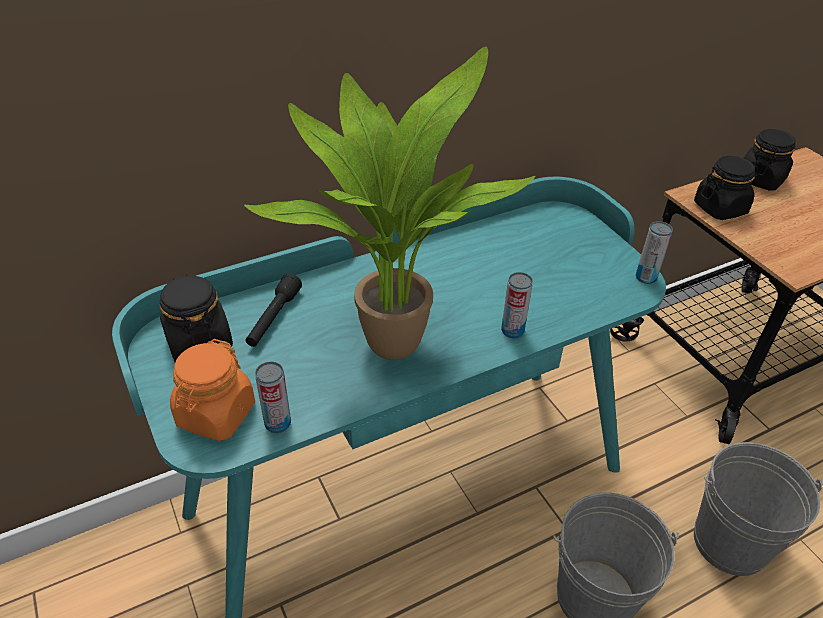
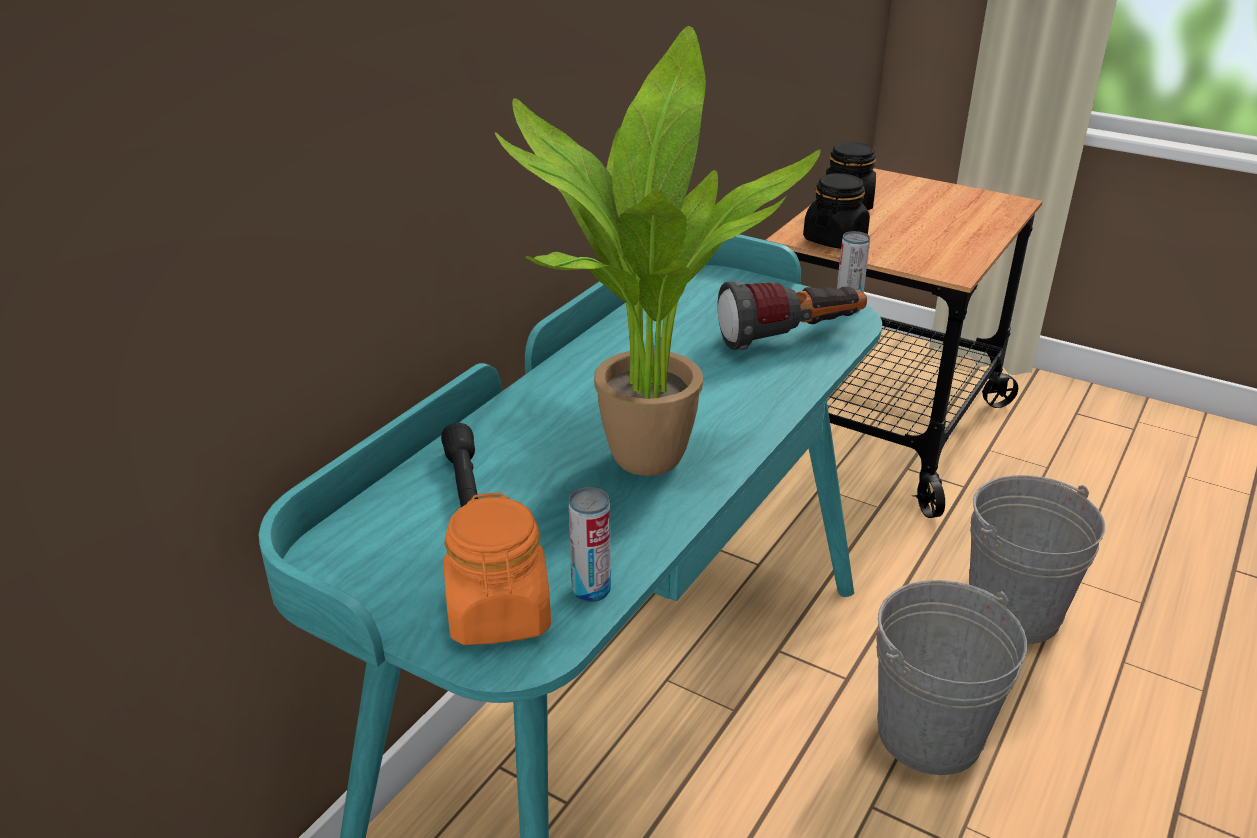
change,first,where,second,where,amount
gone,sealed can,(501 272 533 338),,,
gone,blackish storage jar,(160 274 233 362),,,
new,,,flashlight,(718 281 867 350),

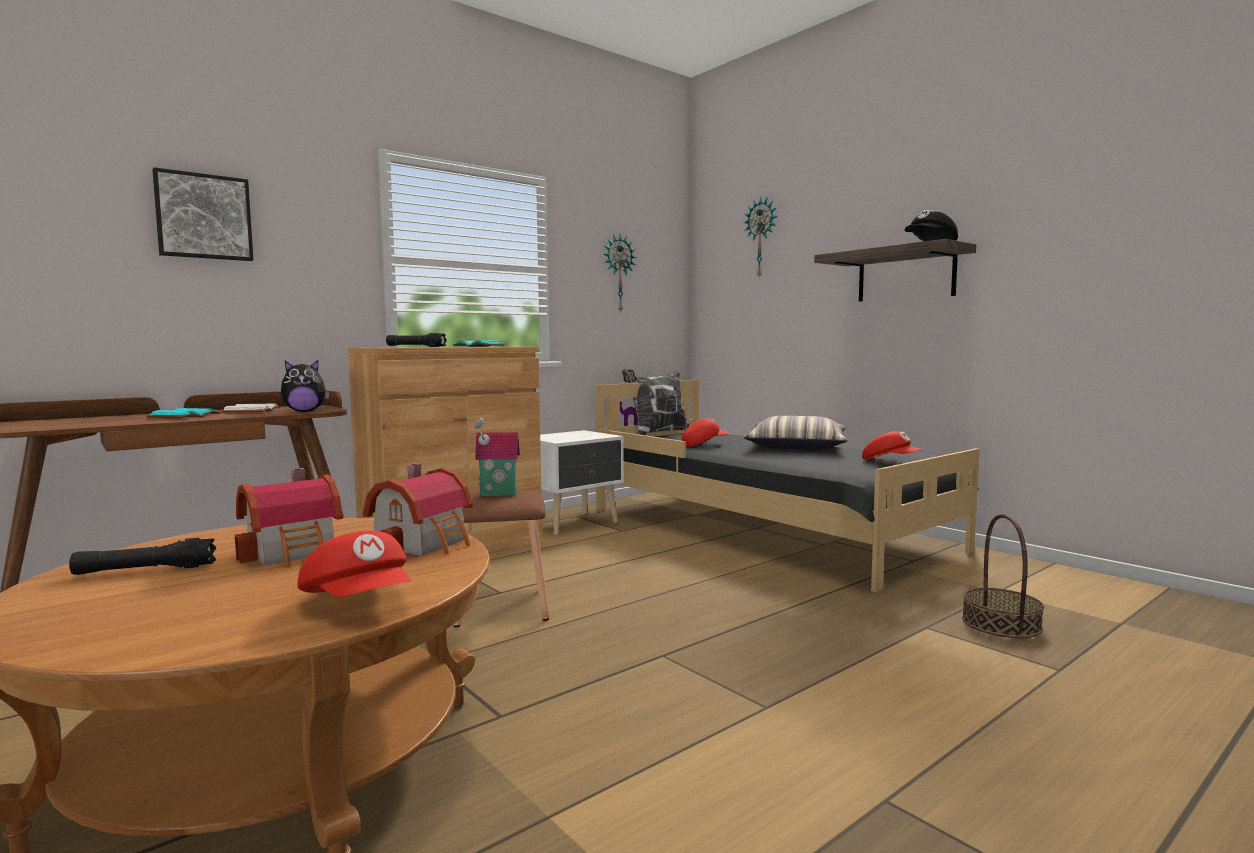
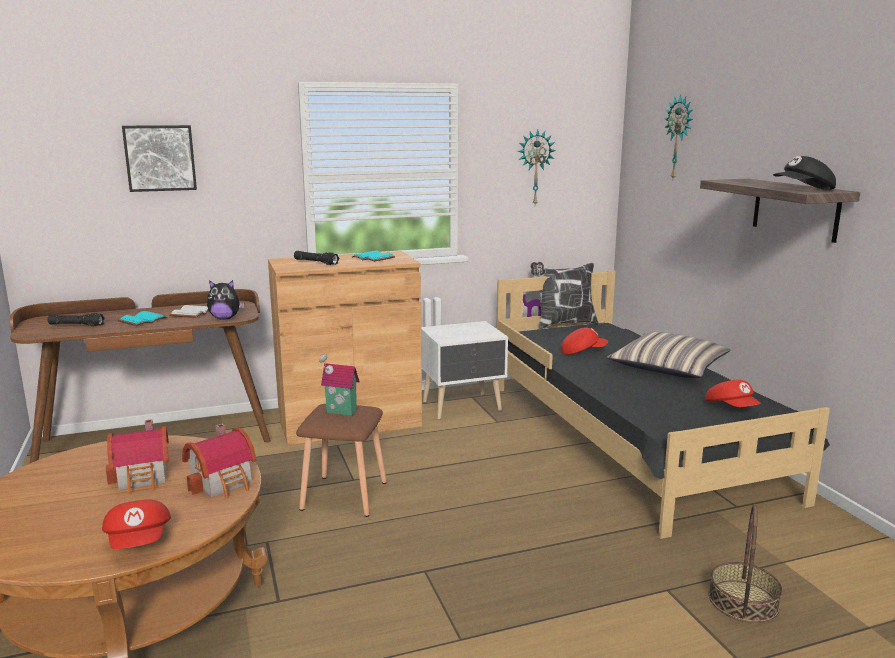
change,first,where,second,where,amount
shifted,blackish flashlight,(69 538 216 575),,(48 313 105 326),

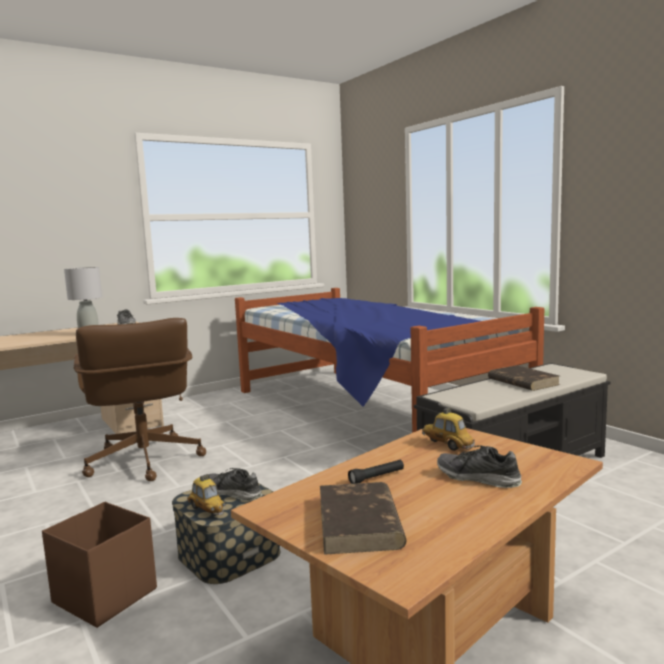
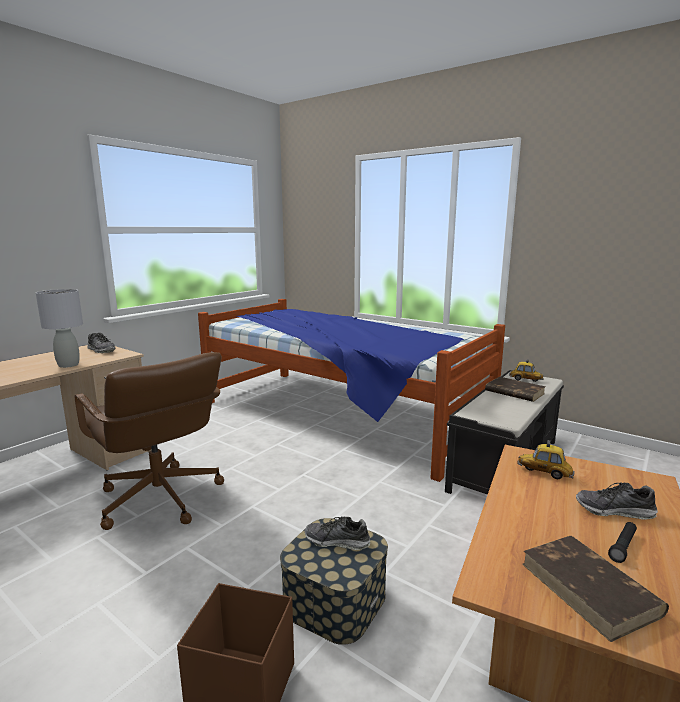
change,first,where,second,where,amount
shifted,blackish flashlight,(348 460 404 484),,(608 522 637 563),
shifted,toy car,(187 474 226 516),,(509 359 544 382),

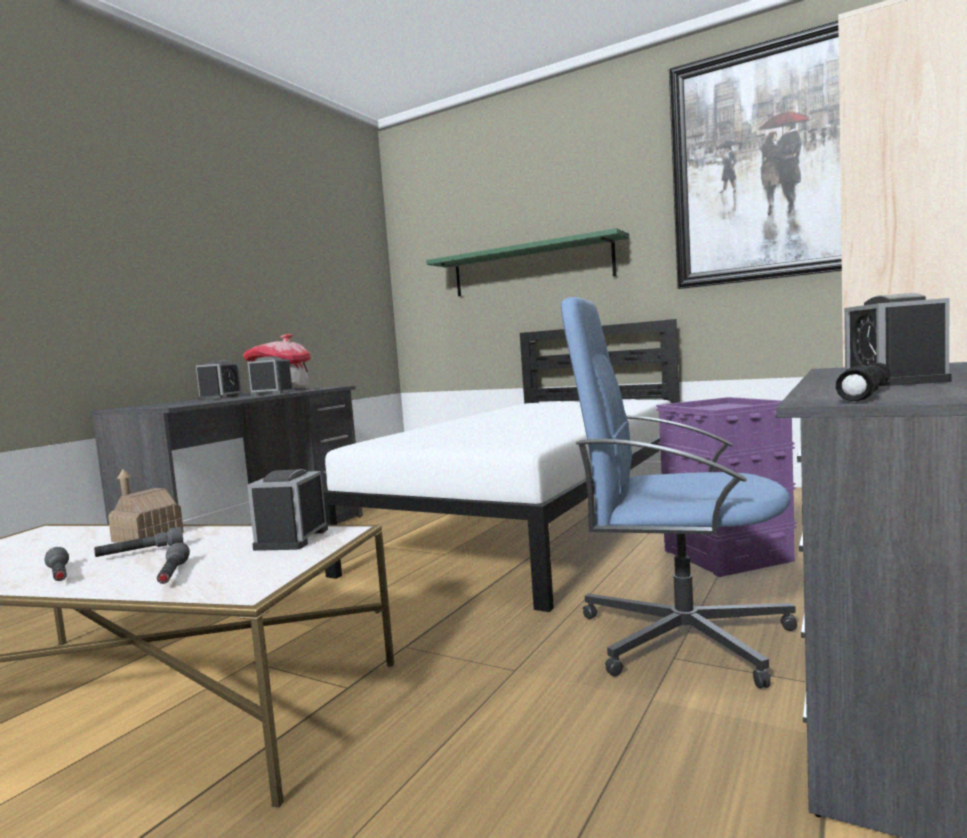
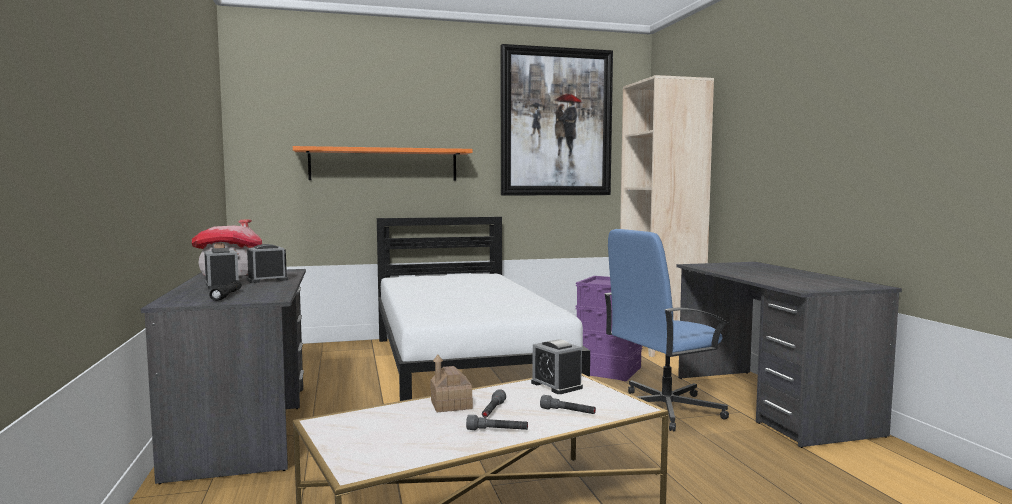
change,first,where,second,where,amount
repainted,green-coloured bracket shelf,(426 228 629 296),orange-coloured bracket shelf,(293 146 473 181),
gone,alarm clock,(844 293 951 386),,,
shifted,blackish flashlight,(836 363 891 401),,(209 280 242 301),

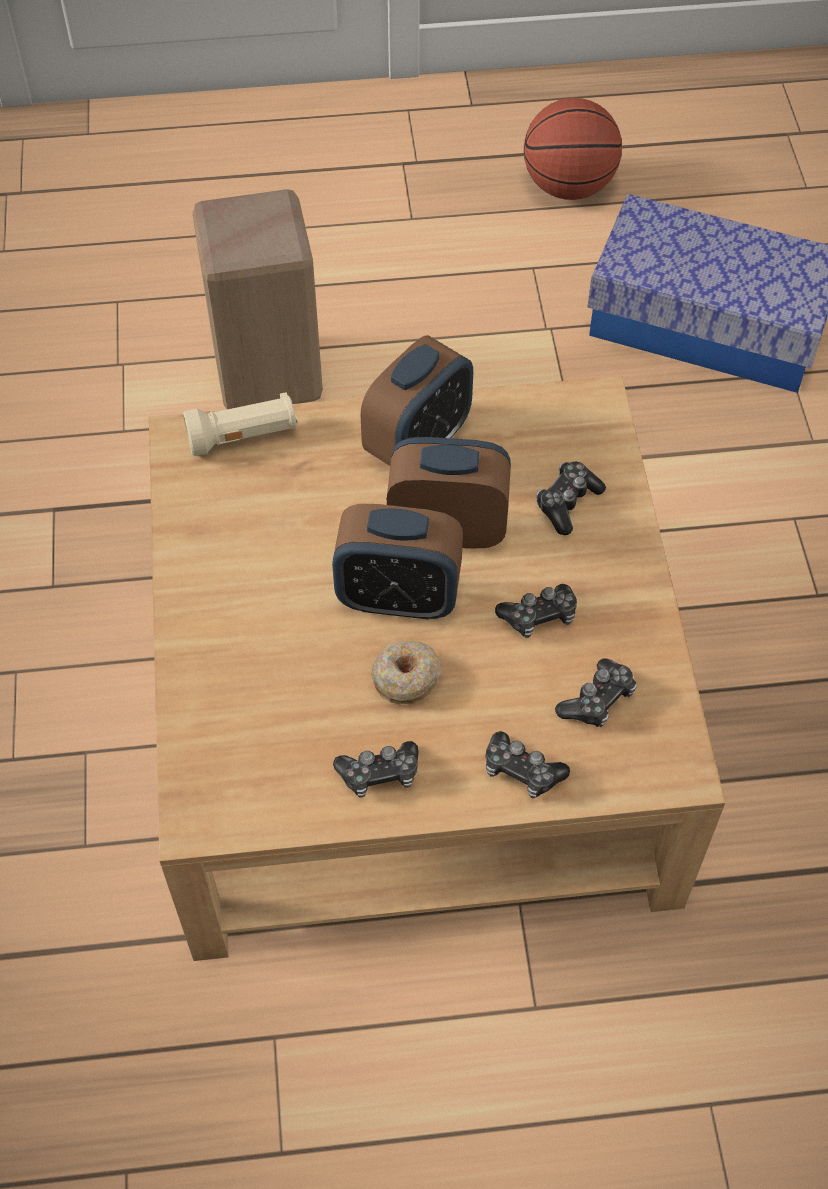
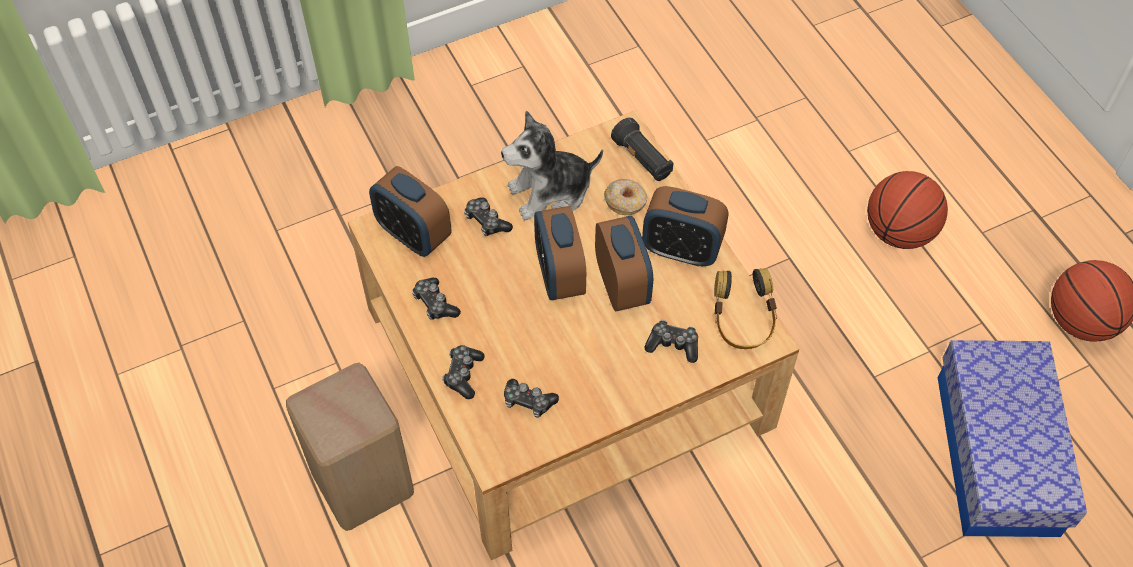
change,first,where,second,where,amount
shifted,sand-coloured stool seat,(192 189 323 409),,(286 363 414 531),
repainted,sand-coloured flashlight,(183 392 298 456),blackish flashlight,(611 118 673 181),
shifted,gamepad,(495 584 577 638),,(464 197 513 236),
shifted,donut,(371 641 441 704),,(604 179 647 215),
new,,,soft toy,(501 111 603 220),
new,,,alarm clock,(369 166 452 257),
new,,,basketball ball,(867 171 948 249),
new,,,headphones,(714 268 777 349),

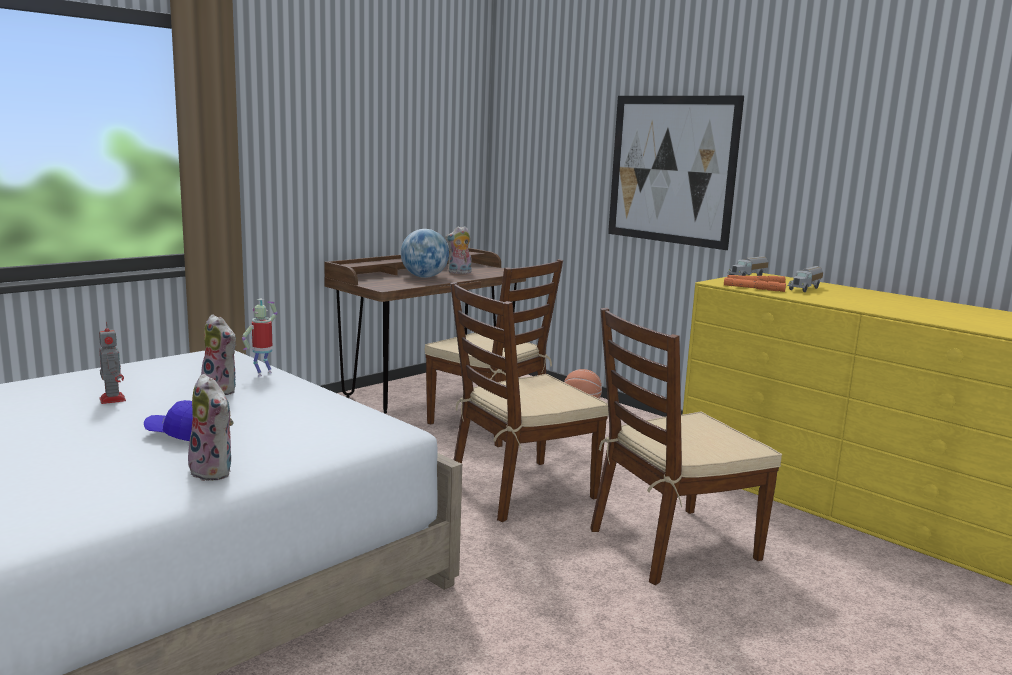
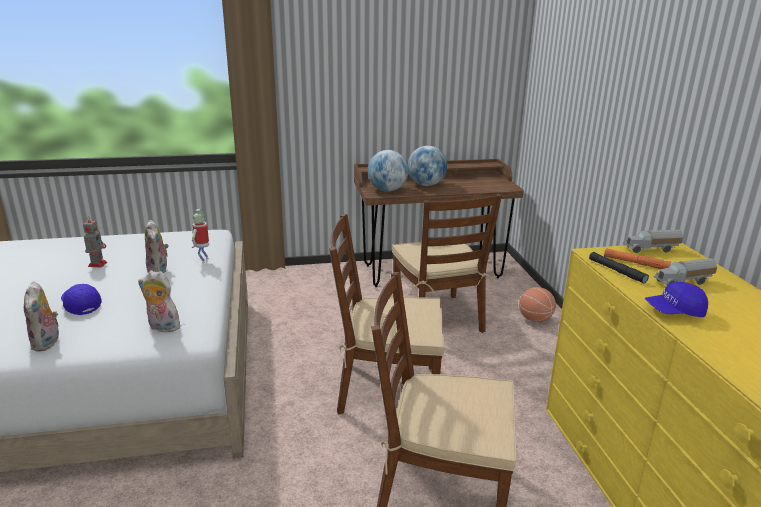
change,first,where,second,where,amount
gone,wall picture,(608 96 744 250),,,
shifted,soft toy,(445 226 472 274),,(138 270 182 333),
repainted,orange-coloured flashlight,(724 277 786 292),blackish flashlight,(589 252 649 283),
rotated,robot figure,(242 299 277 377),,(192 209 209 263),60 degrees counterclockwise
new,,,world globe,(368 150 409 191),
new,,,blue peaked cap,(645 282 708 317),

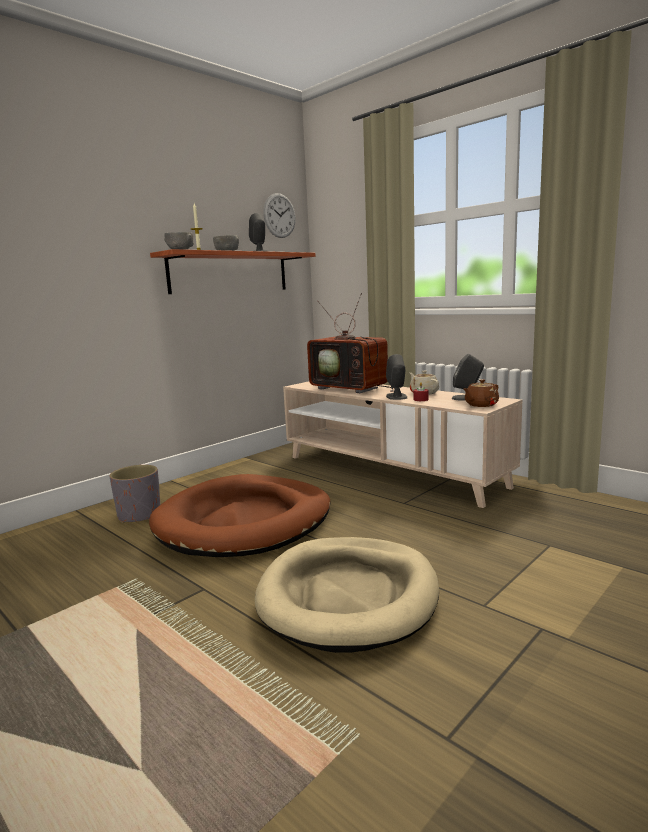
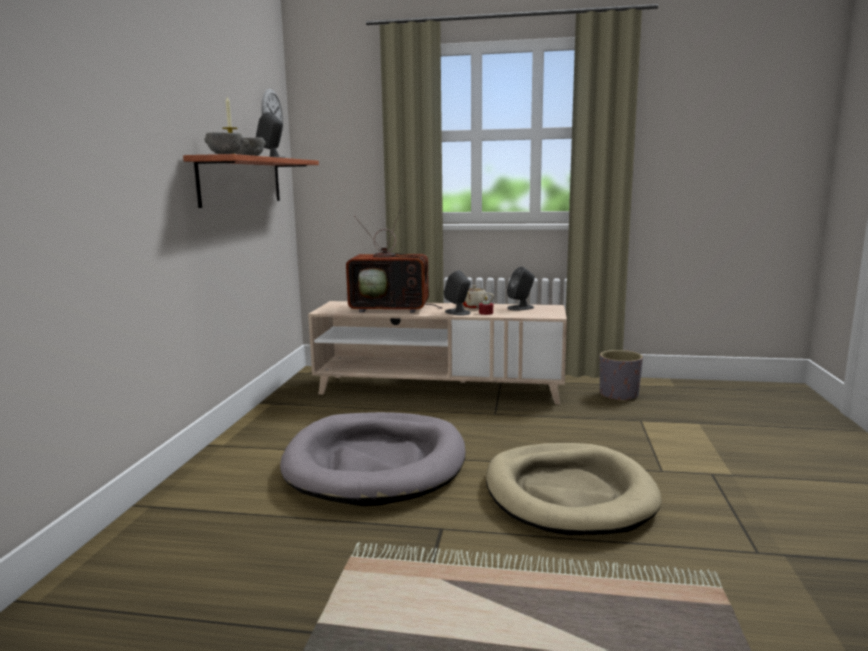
change,first,where,second,where,amount
gone,brown-coloured teapot,(464 379 499 407),,,
shifted,greyish flower pot,(109 465 160 523),,(600 350 643 402),
repainted,brown-coloured dog bed,(149 474 331 557),greyish dog bed,(280 412 466 506),

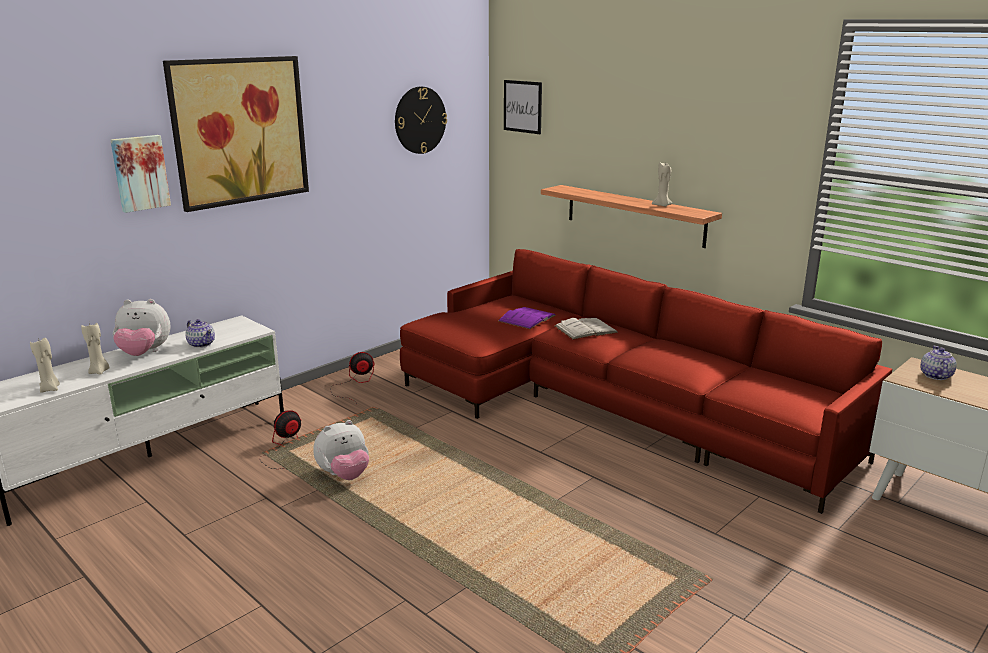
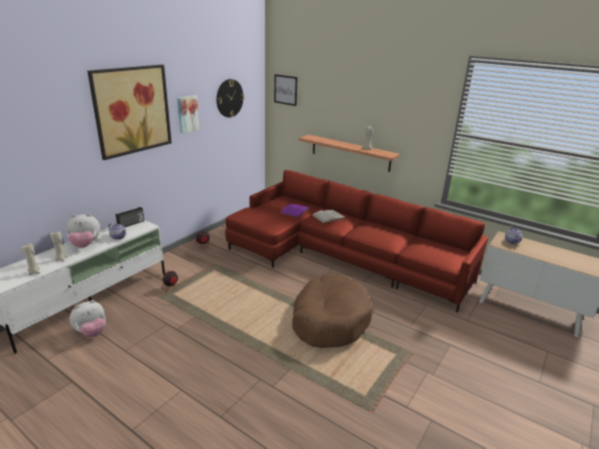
change,first,where,second,where,amount
shifted,wall picture,(110 135 171 213),,(177 95 199 133),
shifted,soft toy,(313 420 369 480),,(69 300 106 337),
new,,,radio receiver,(116 207 144 227),
new,,,brown-coloured dog bed,(292 274 372 348),

